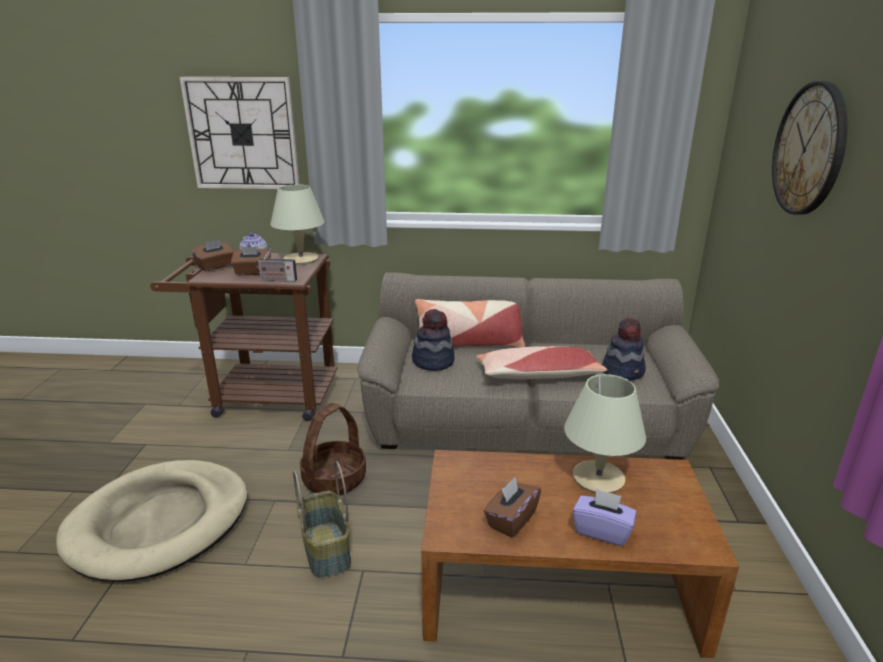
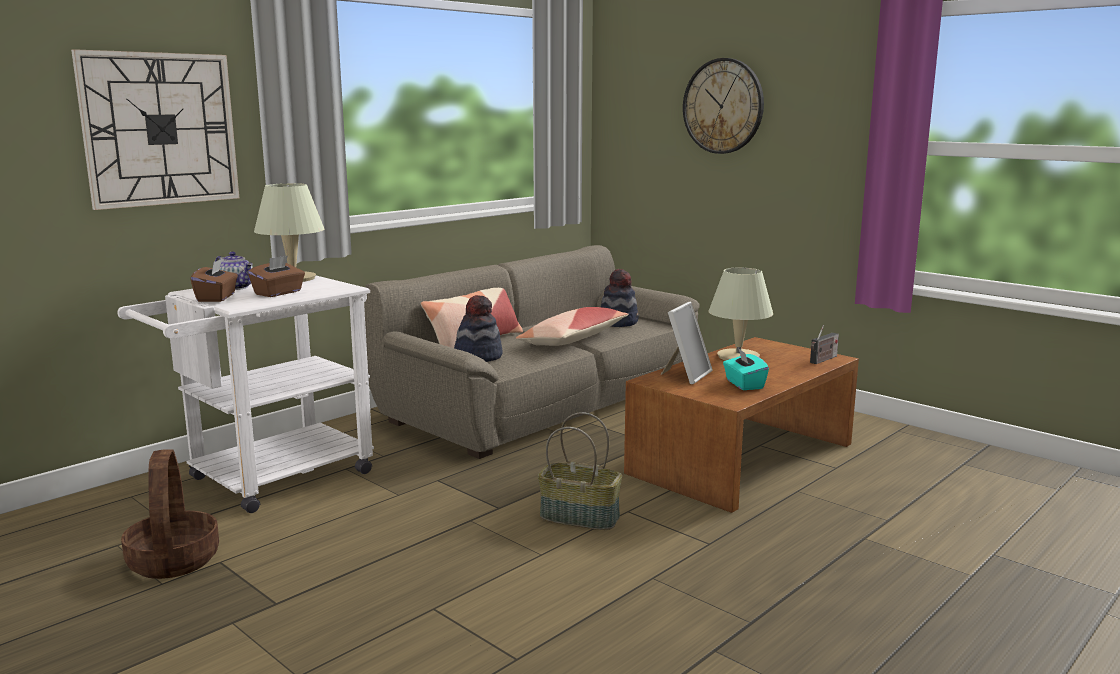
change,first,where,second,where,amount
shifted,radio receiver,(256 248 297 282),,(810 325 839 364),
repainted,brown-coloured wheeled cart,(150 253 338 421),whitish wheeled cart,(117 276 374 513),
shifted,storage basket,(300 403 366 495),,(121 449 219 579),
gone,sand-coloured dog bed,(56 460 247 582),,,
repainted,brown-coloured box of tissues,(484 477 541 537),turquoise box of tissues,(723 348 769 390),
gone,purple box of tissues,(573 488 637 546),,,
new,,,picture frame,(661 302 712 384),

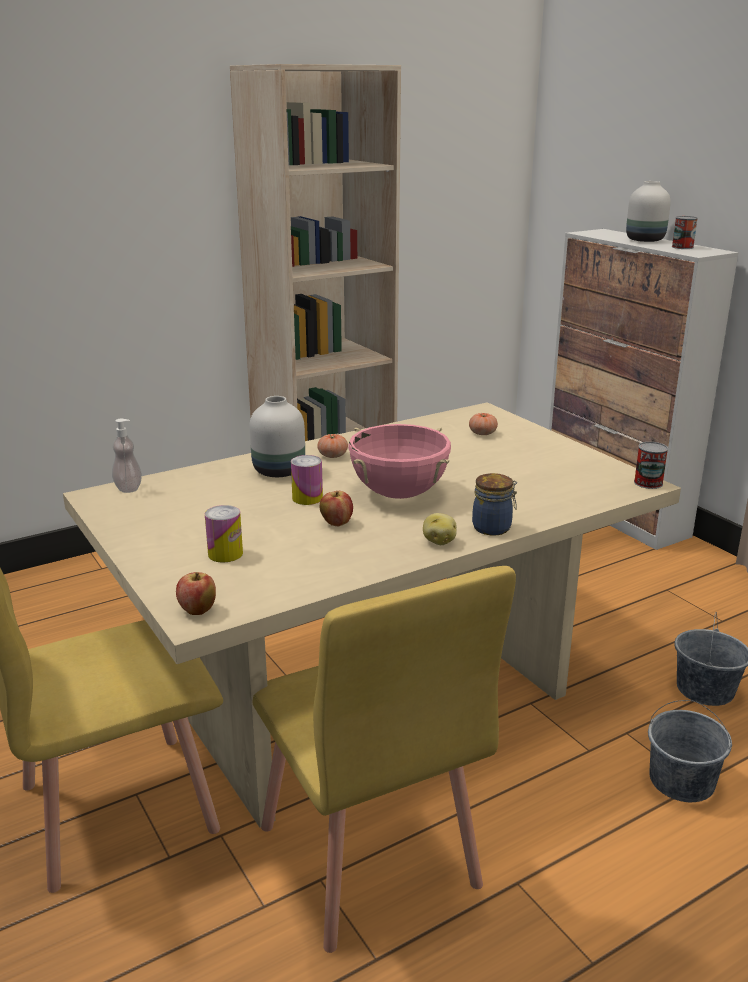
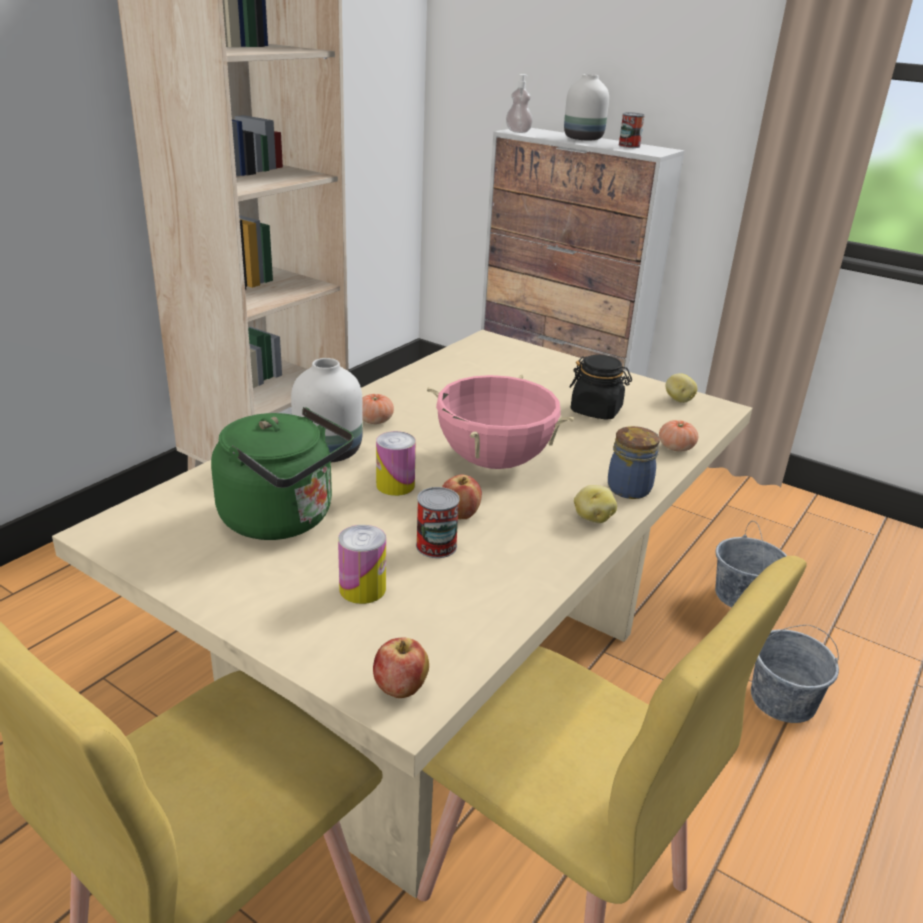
change,first,where,second,where,amount
shifted,tomato,(469 413 498 435),,(659 420 698 452),
shifted,soap dispenser,(112 419 142 493),,(506 74 533 133),
shifted,sealed can,(634 442 668 489),,(416 487 460 558),
new,,,blackish storage jar,(570 355 632 420),
new,,,whole potato,(666 373 697 403),
new,,,green-coloured water kettle,(211 407 353 540),

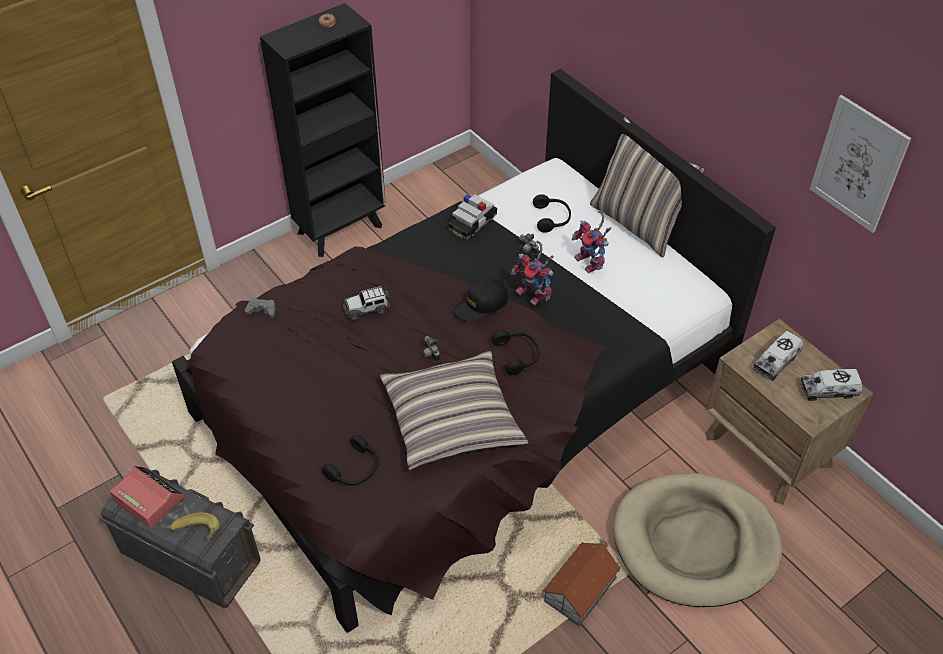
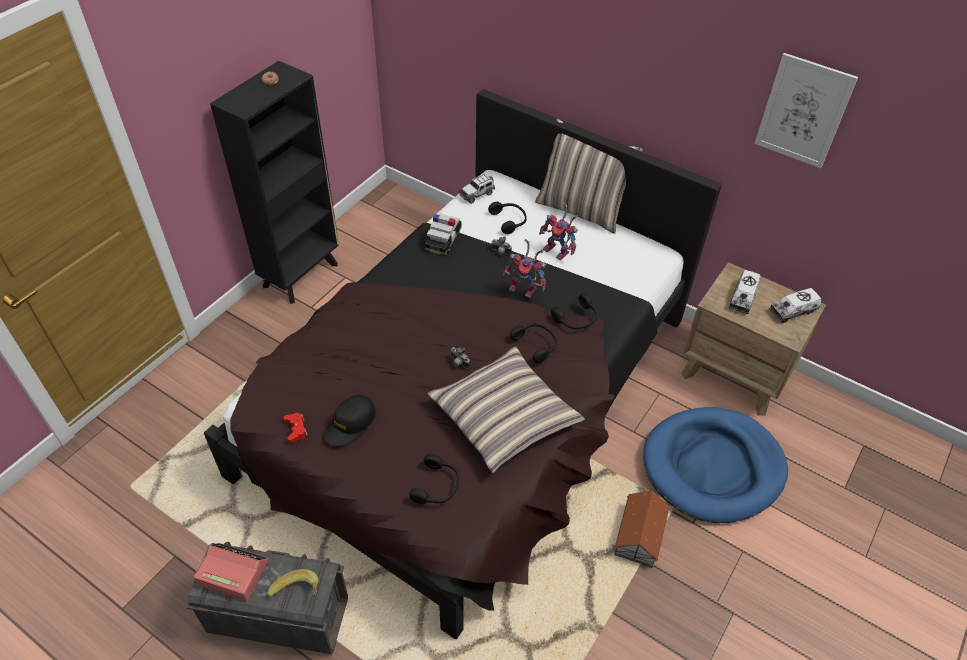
change,first,where,second,where,amount
shifted,blackish peaked cap,(453 279 508 322),,(323 395 376 447),
shifted,toy car,(343 286 390 320),,(458 174 495 204),
gone,greyish gamepad,(245 298 276 318),,,
repainted,sand-coloured dog bed,(613 473 782 607),blue dog bed,(643 407 788 523),
new,,,blackish headphones,(551 293 598 329),
new,,,red-coloured gamepad,(283 413 308 443),

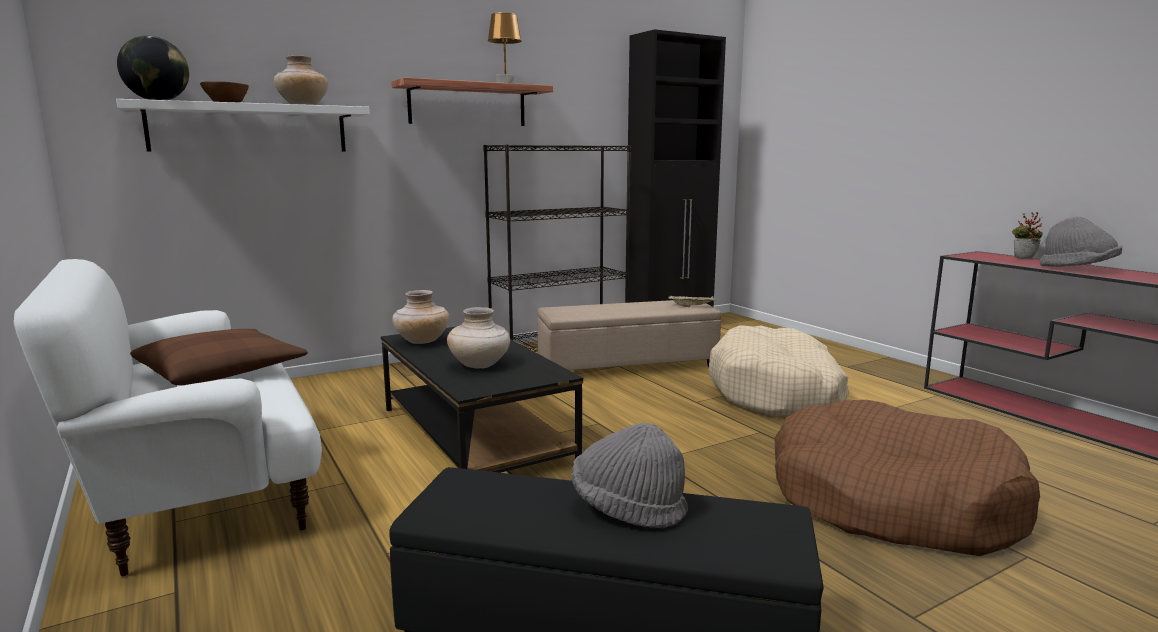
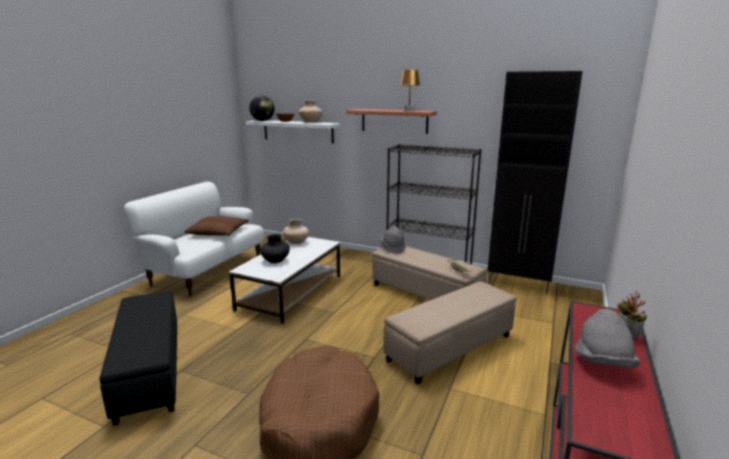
change,first,where,second,where,amount
repainted,sand-coloured decorative vase,(447 307 510 369),blackish decorative vase,(260 234 290 263),
swapped,sand-coloured dog bed,(709 325 849 416),sand-coloured footrest,(383 281 516 384),
repainted,blackish lounge table,(381 327 583 473),whitish lounge table,(229 237 340 324),
shifted,greyish wearable hat,(572 423 688 528),,(381 226 405 253),

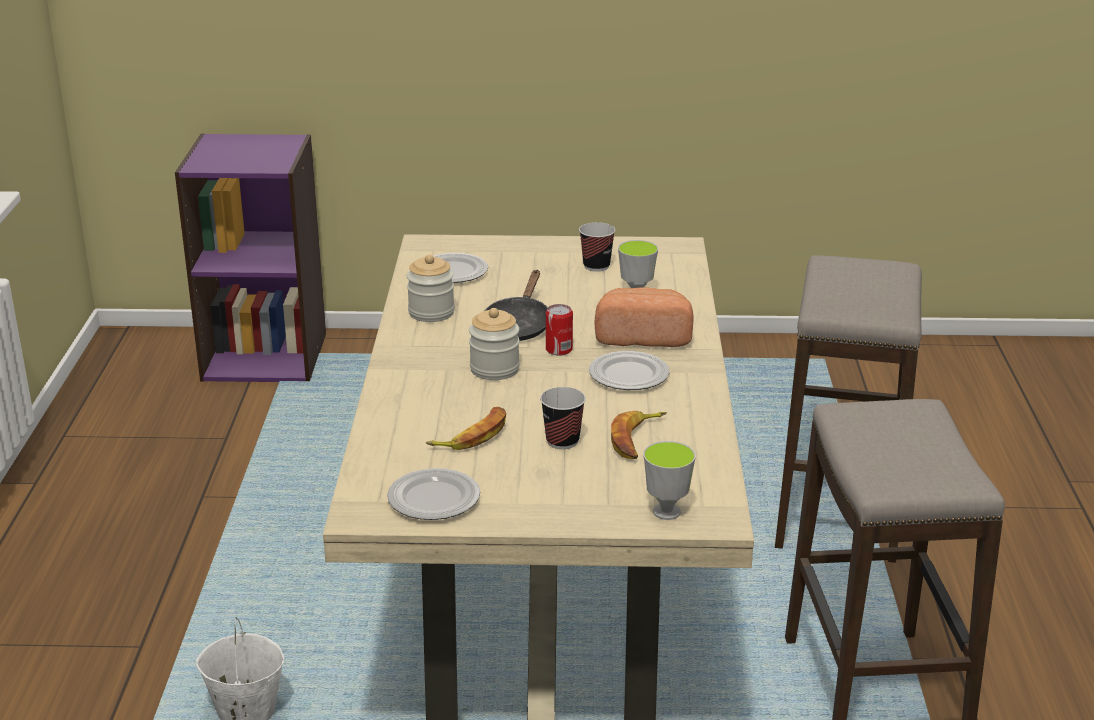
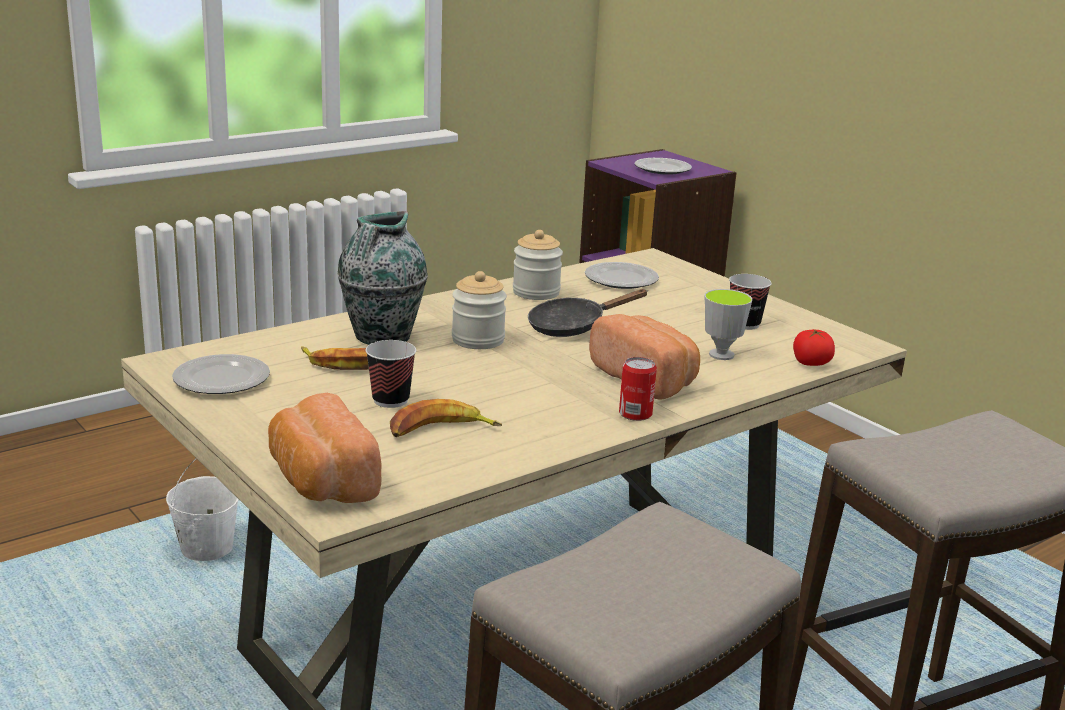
change,first,where,second,where,amount
shifted,sealed can,(546 304 573 356),,(619 357 657 421),
shifted,plate,(589 351 670 390),,(635 158 692 175),
swapped,cup,(643 441 696 520),baked bread,(268 393 382 503),
new,,,decorative vase,(337 211 428 345),
new,,,tomato,(793 330 835 366),

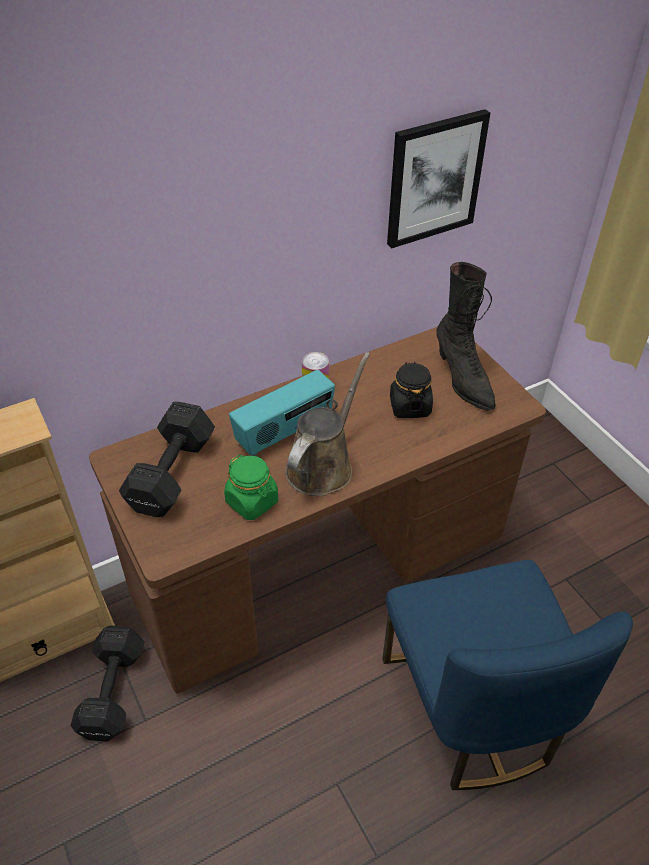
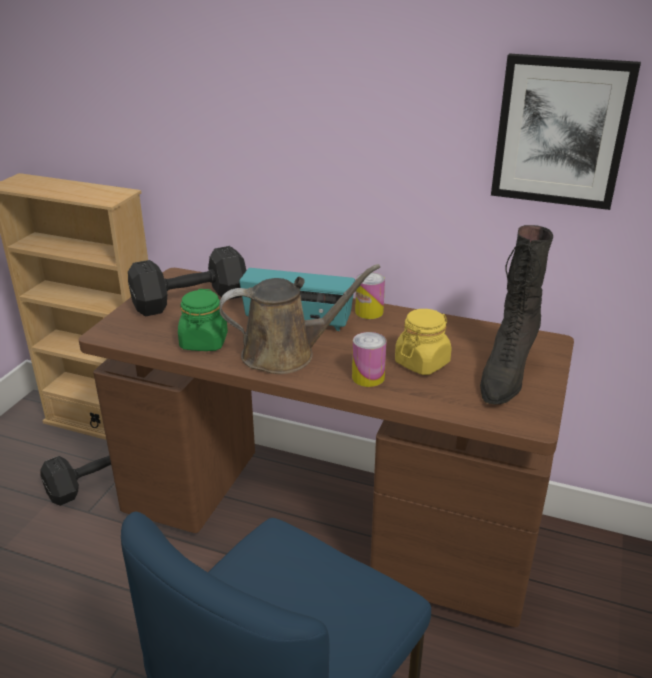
change,first,where,second,where,amount
repainted,blackish storage jar,(390 362 433 418),yellow storage jar,(395 309 452 375),
new,,,sealed can,(352 332 387 387),

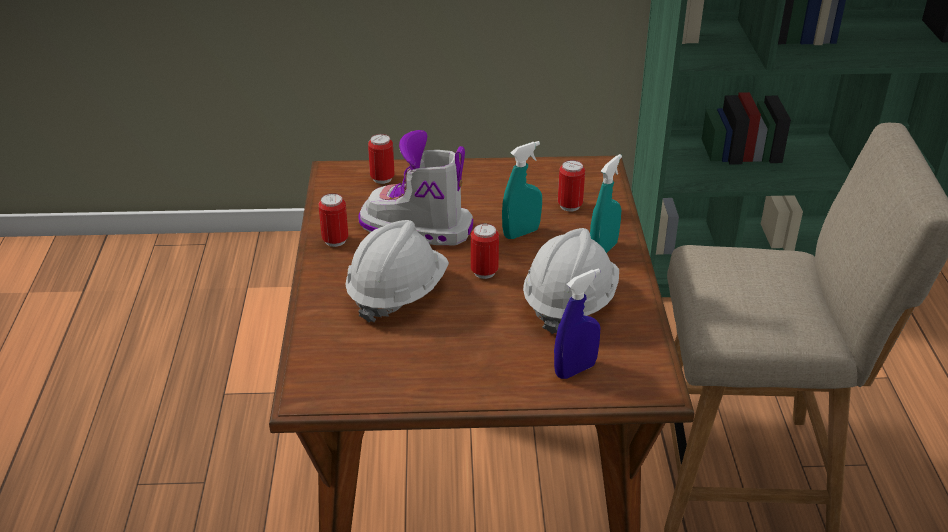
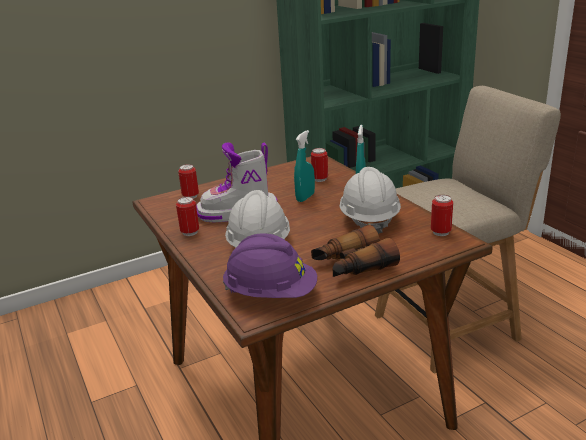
change,first,where,second,where,amount
shifted,sealed can,(471 223 499 279),,(431 195 453 236),
gone,blue spray bottle,(554 268 600 379),,,
new,,,pair of binoculars,(311 225 400 277),
new,,,purple hard hat,(223 233 317 298),

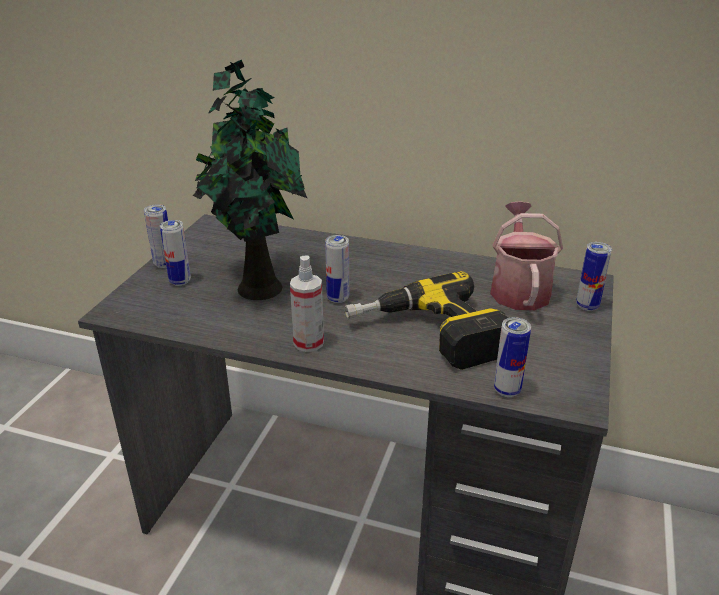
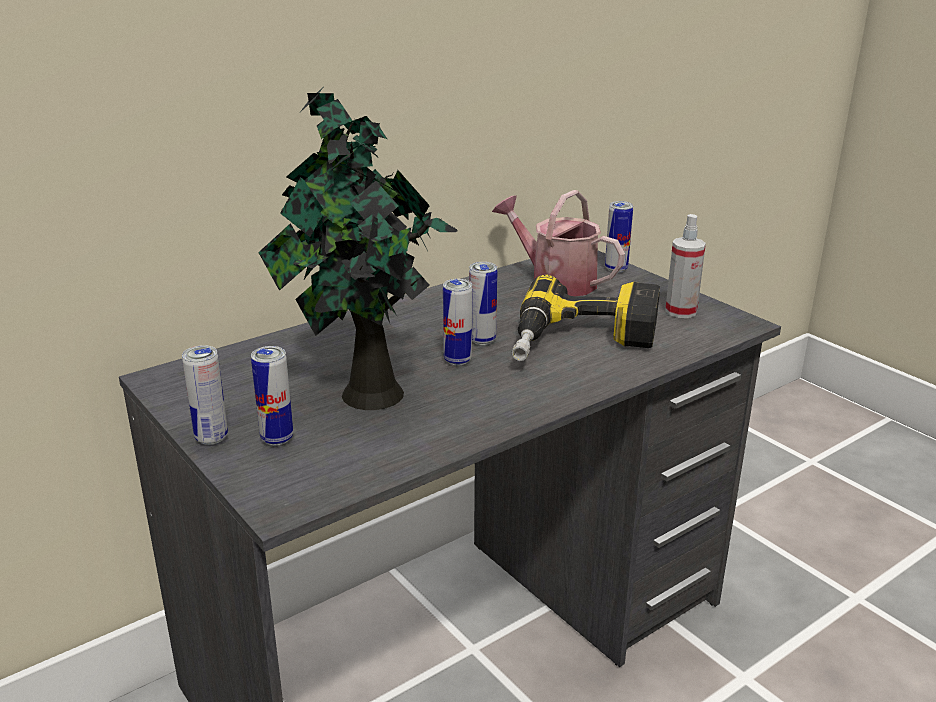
change,first,where,second,where,amount
shifted,spray bottle,(290 256 324 352),,(665 214 706 318),
shifted,sealed can,(494 317 531 397),,(469 262 497 345),

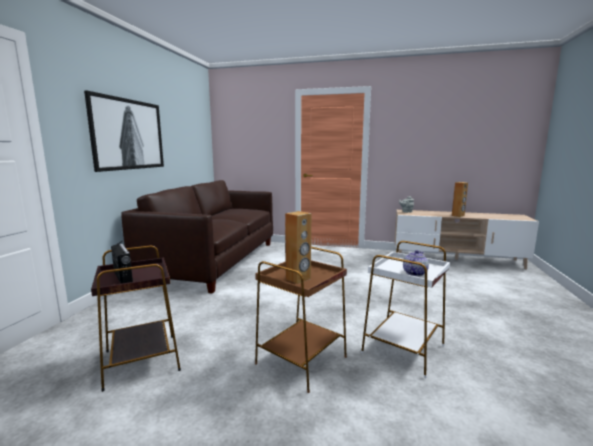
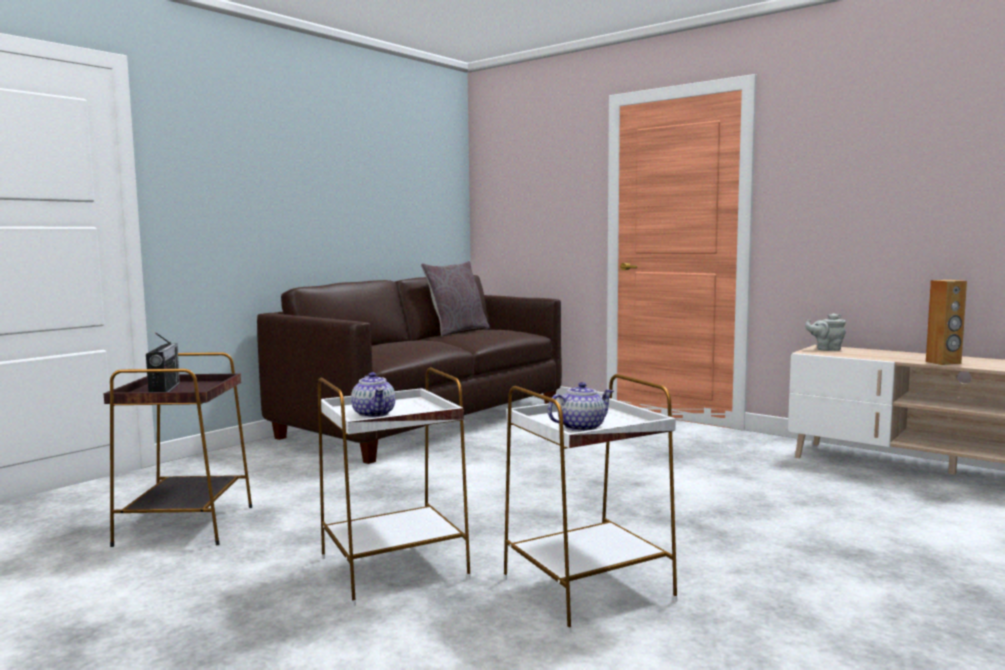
change,first,where,second,where,amount
gone,wall picture,(84 90 164 172),,,
swapped,brown-coloured loudspeaker,(285 211 311 284),teapot,(351 372 395 418),
repainted,brown-coloured side table,(255 247 347 393),whitish side table,(318 367 471 606),
new,,,greyish throw pillow,(421 261 490 337),

